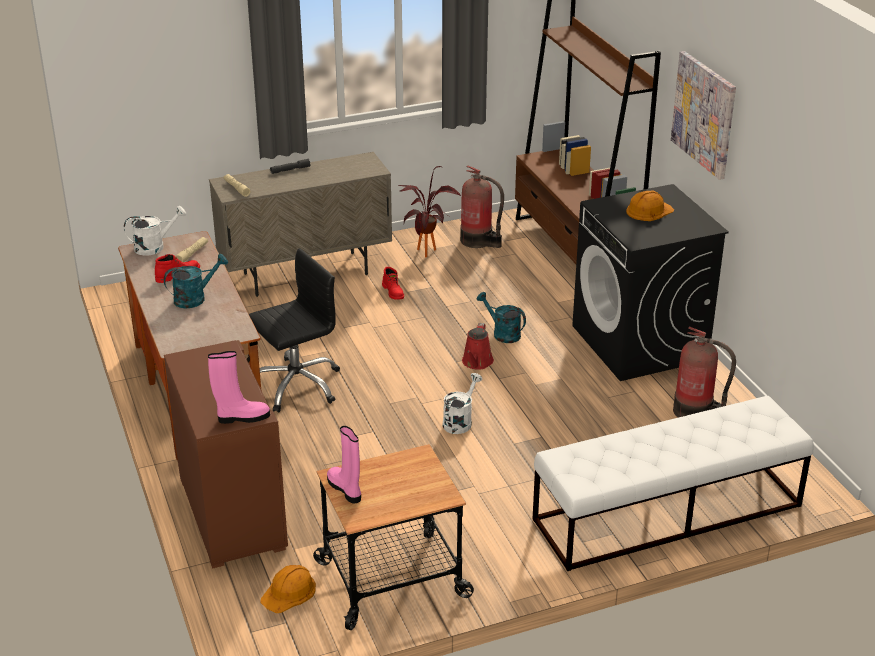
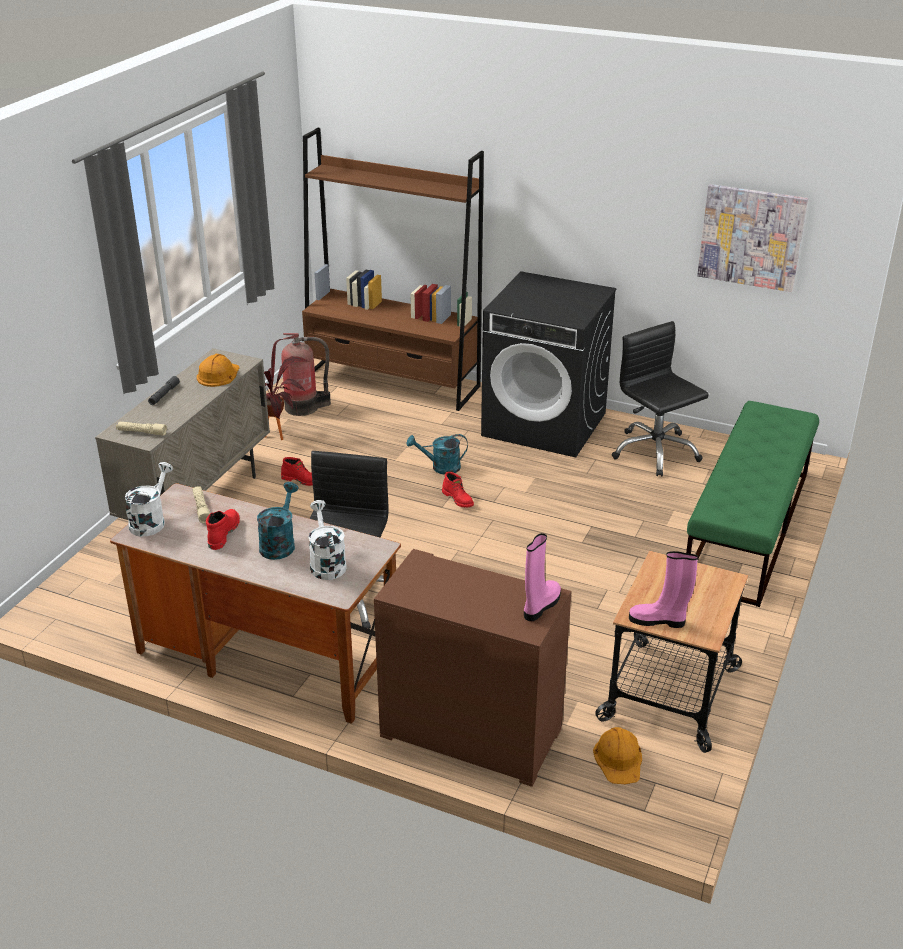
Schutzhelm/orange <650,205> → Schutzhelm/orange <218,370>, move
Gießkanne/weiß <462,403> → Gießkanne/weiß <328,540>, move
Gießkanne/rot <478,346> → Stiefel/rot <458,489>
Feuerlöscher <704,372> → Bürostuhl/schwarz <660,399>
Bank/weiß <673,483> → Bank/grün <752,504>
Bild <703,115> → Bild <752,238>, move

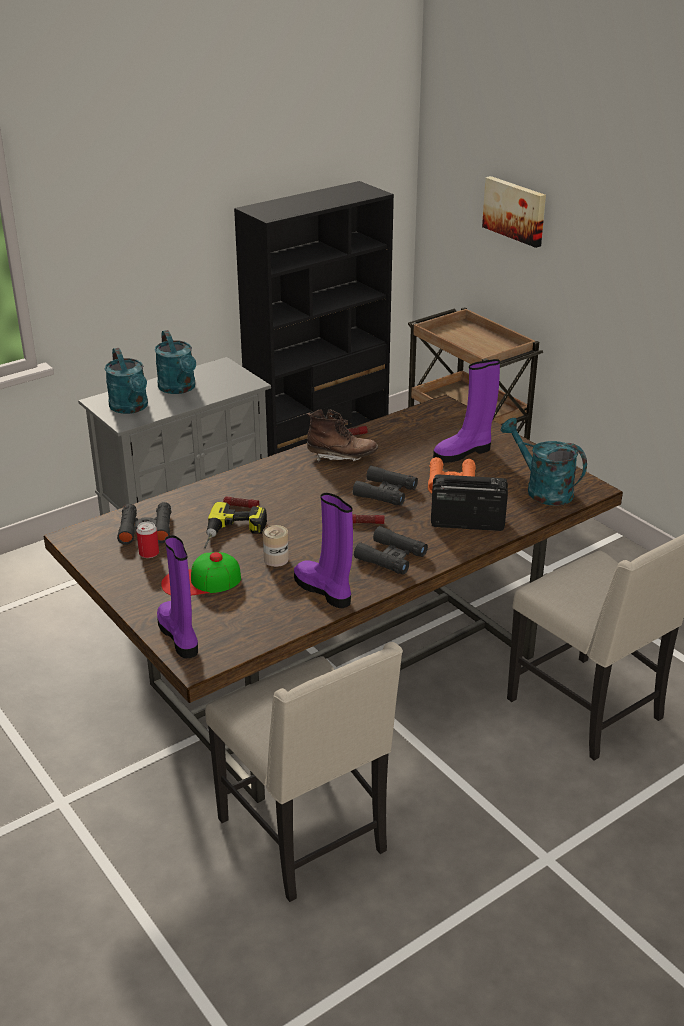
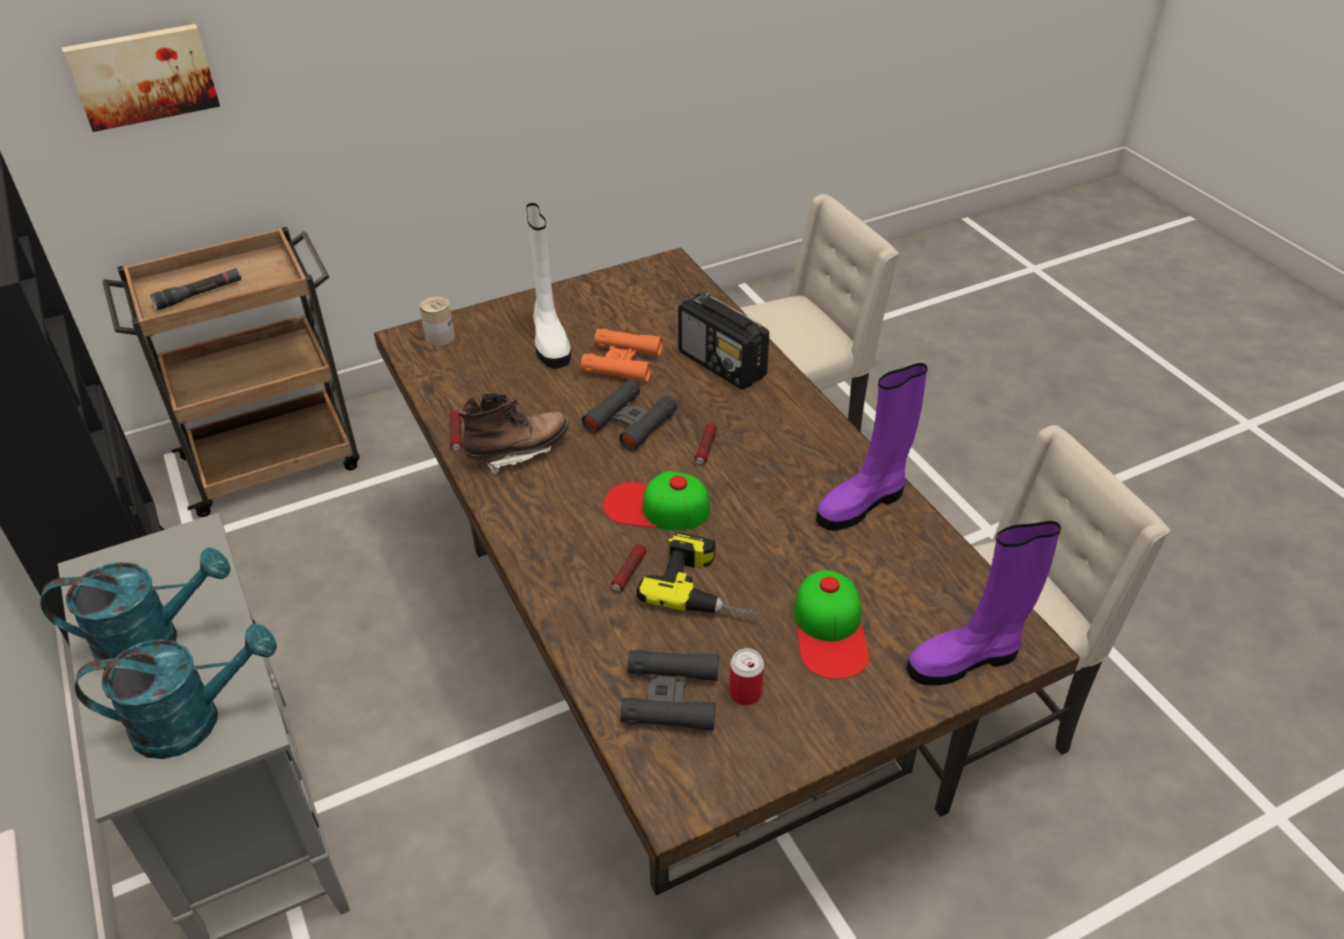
- → Taschenlampe/schwarz <196,289>
Dose <276,546> → Dose <437,321>, move
Stiefel/braun <342,435> → Stiefel/braun <513,433>, 45 degrees clockwise
Stiefel/lila <466,411> → Stiefel/weiß <548,286>
- → Kappe <656,501>
Radio <469,502> → Radio <723,341>, 60 degrees counterclockwise
Fernglas/schwarz <391,550> → -
Gießkanne/türkis <544,462> → -

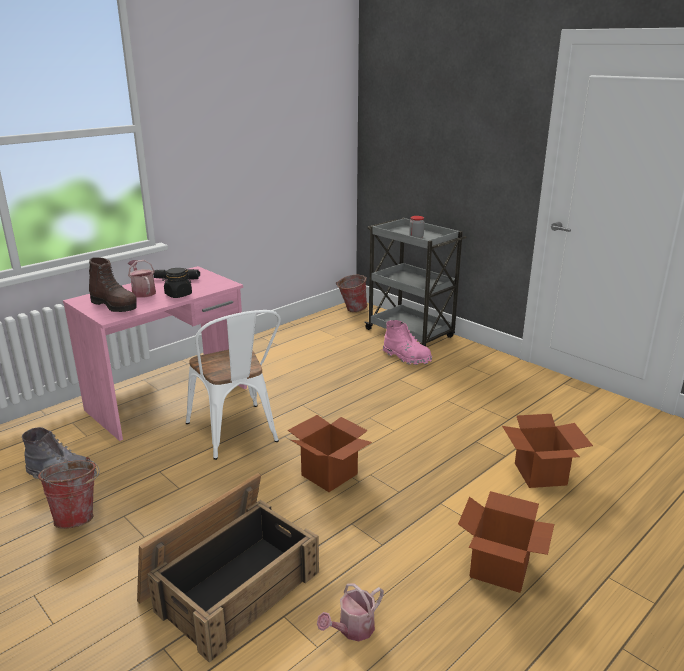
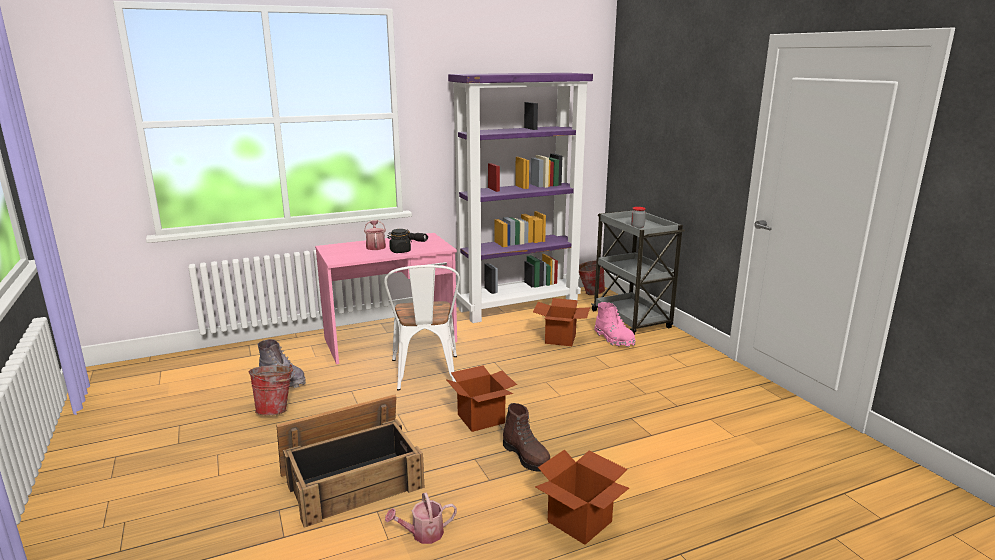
- → Bücherregal/lila <520,198>
Stiefel/braun <113,284> → Stiefel/braun <526,437>, move
Karton <547,451> → Karton <561,322>, move

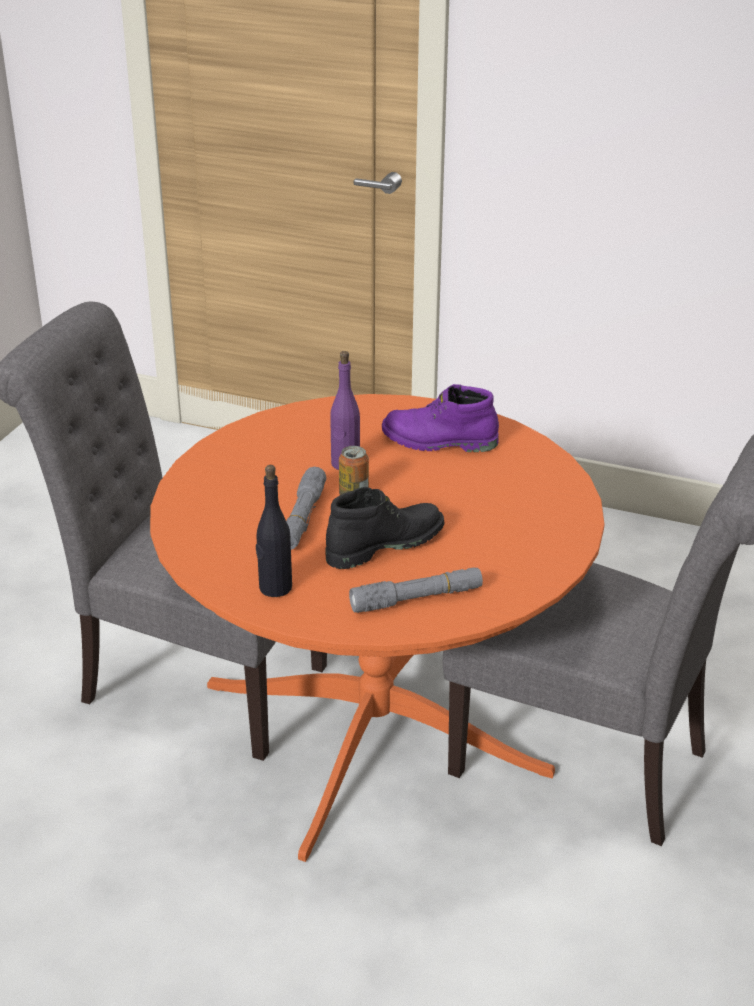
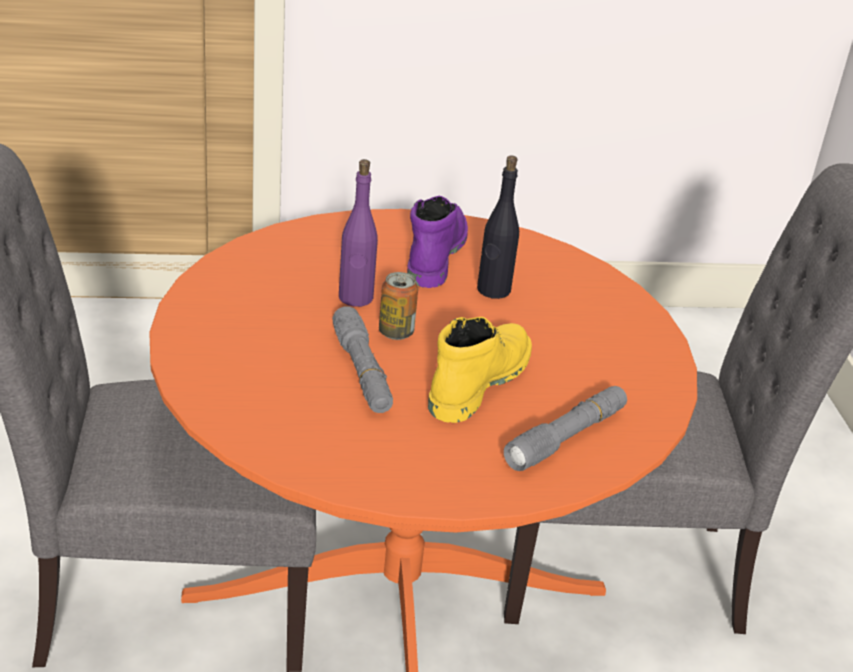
Stiefel/lila <440,418> → Stiefel/lila <437,242>, 120 degrees clockwise
Stiefel/schwarz <384,528> → Stiefel/gelb <480,370>
Flasche/schwarz <274,531> → Flasche/schwarz <498,227>, move

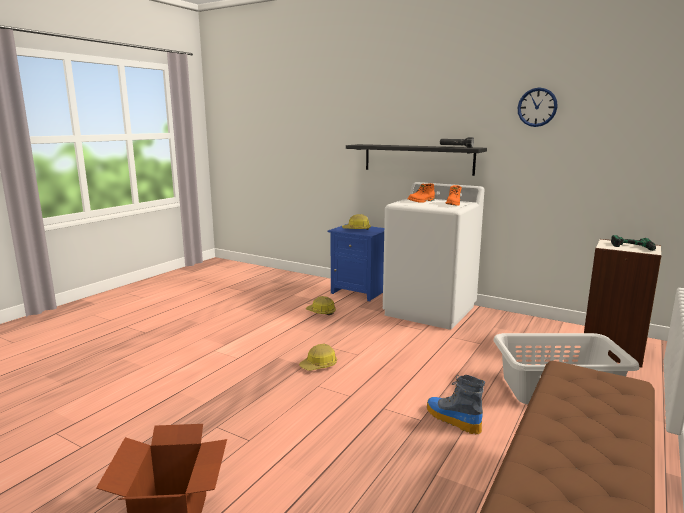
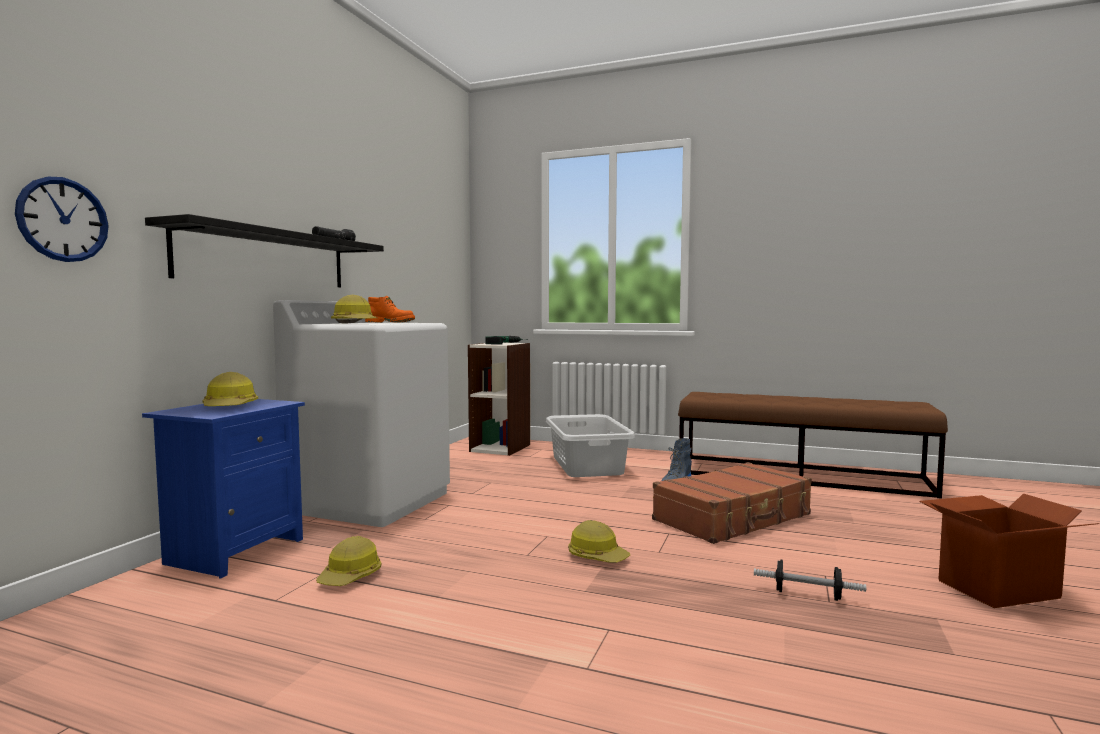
Wanduhr <538,107> → Wanduhr <62,219>, move
Stiefel/orange <421,193> → Schutzhelm <354,309>
- → Koffer/braun <732,503>
- → Hantel <810,580>

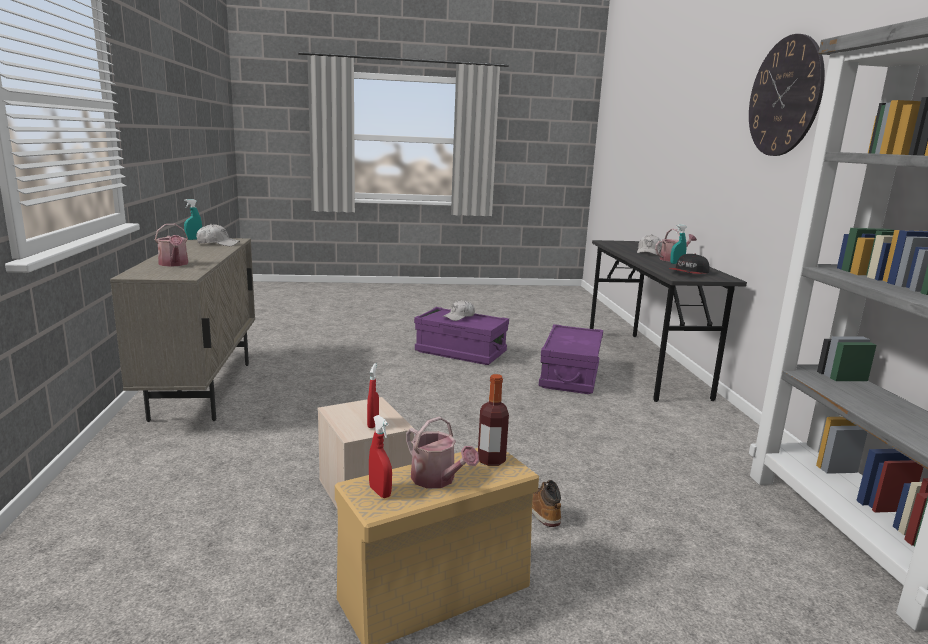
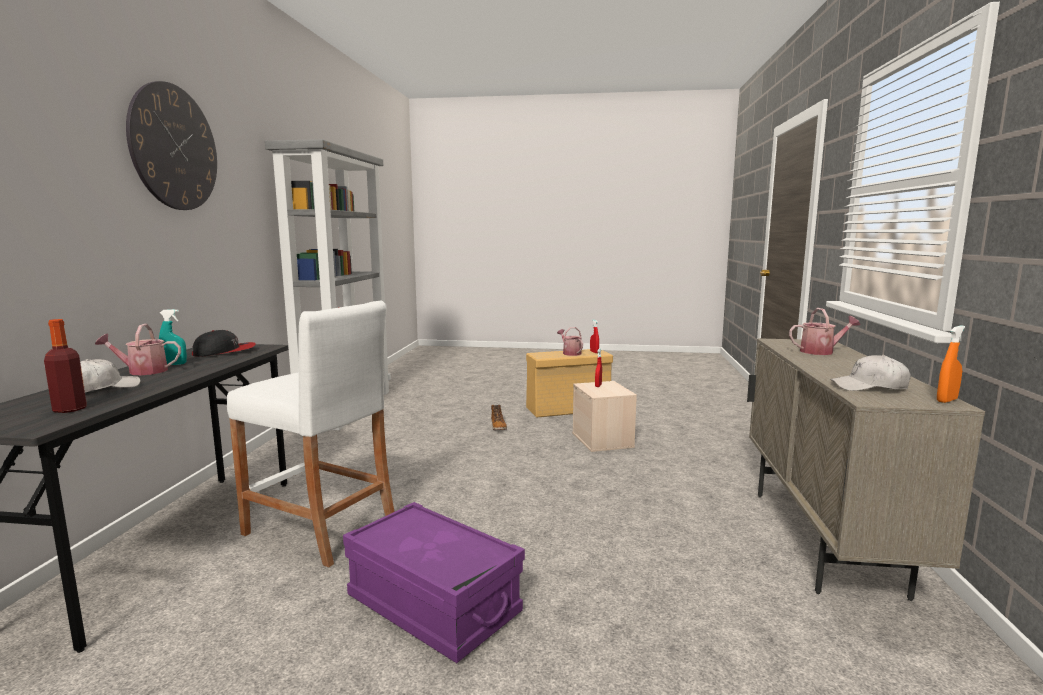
Flasche <493,420> → Flasche <65,366>, move
Aufbewahrungsbox/lila <571,359> → Hocker/weiß <311,434>
Gießkanne <171,245> → Gießkanne <825,331>, 105 degrees clockwise
Sprühflasche/türkis <193,219> → Sprühflasche/orange <951,364>
Kappe/weiß <459,310> → -

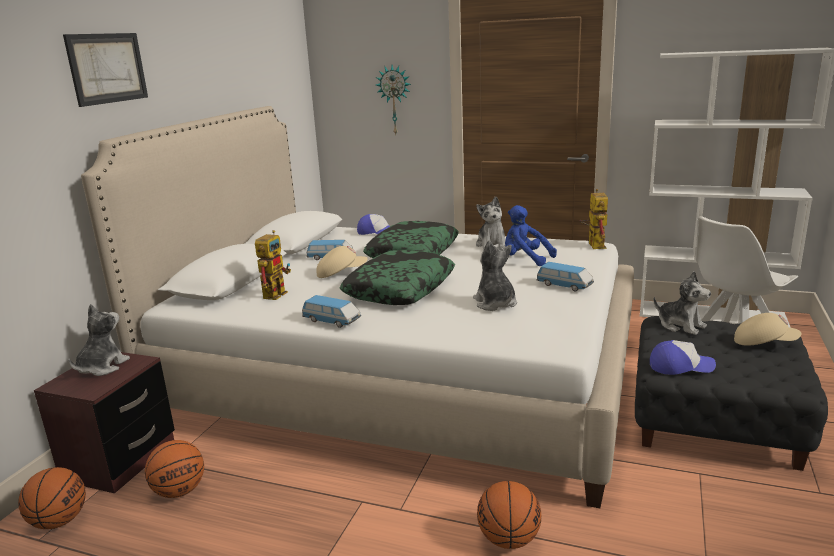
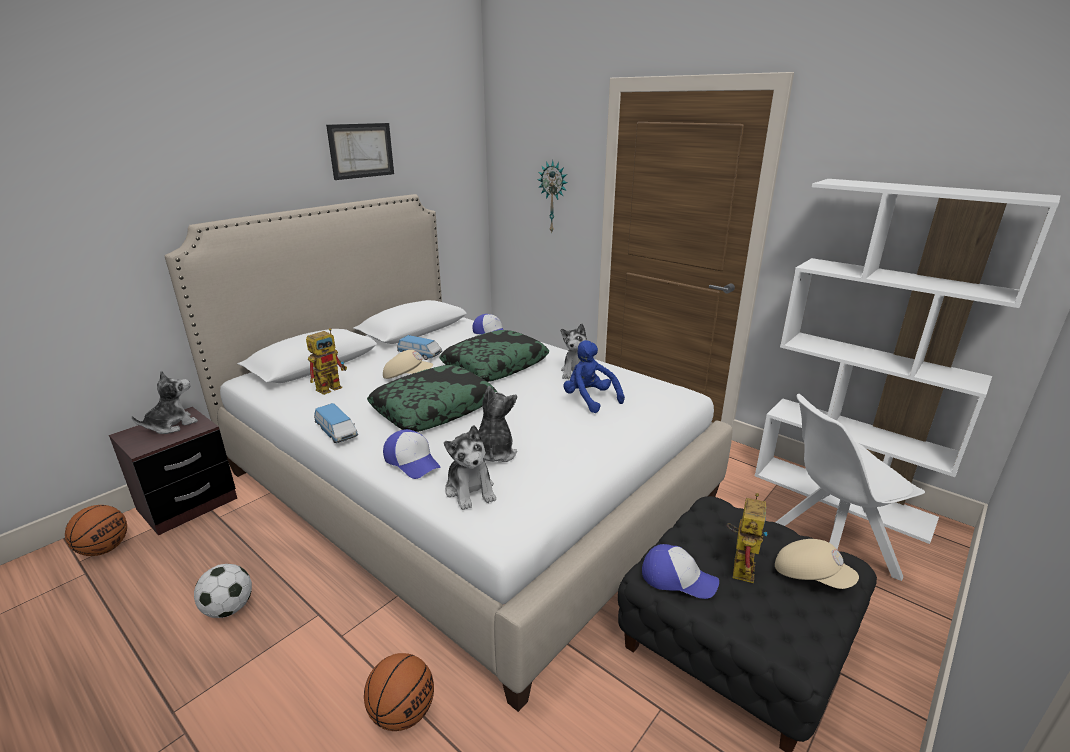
- → Fußball <223,591>
Bild <105,70> → Bild <360,151>, move
- → Kappe <412,454>
Plüschtier <682,303> → Plüschtier <470,467>, move
Spielzeugroboter <594,219> → Spielzeugroboter <747,538>, move
Basketball <174,469> → -
Spielzeugauto <565,276> → -

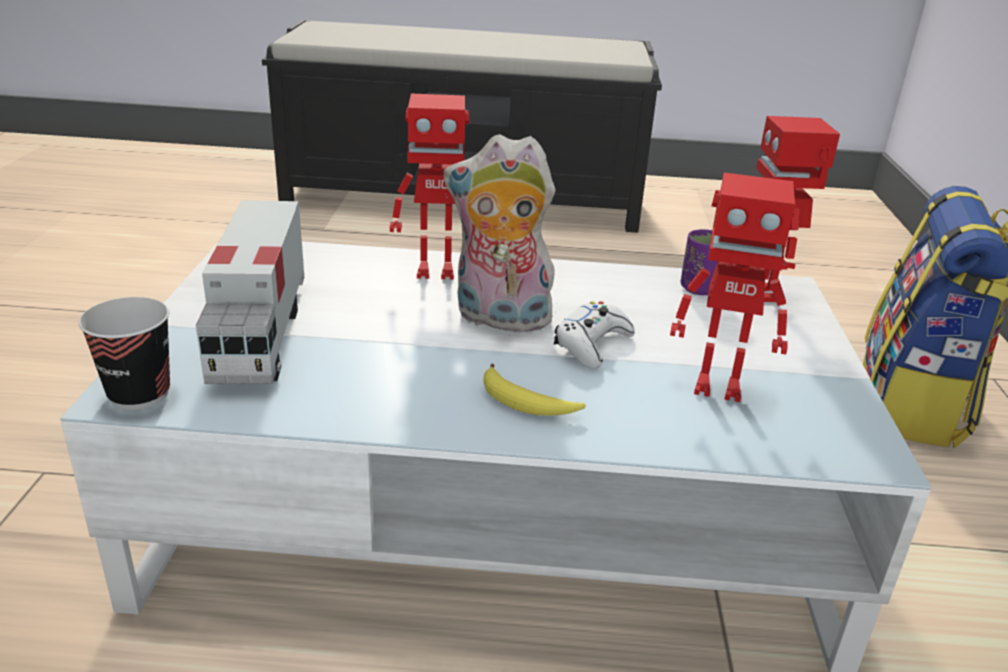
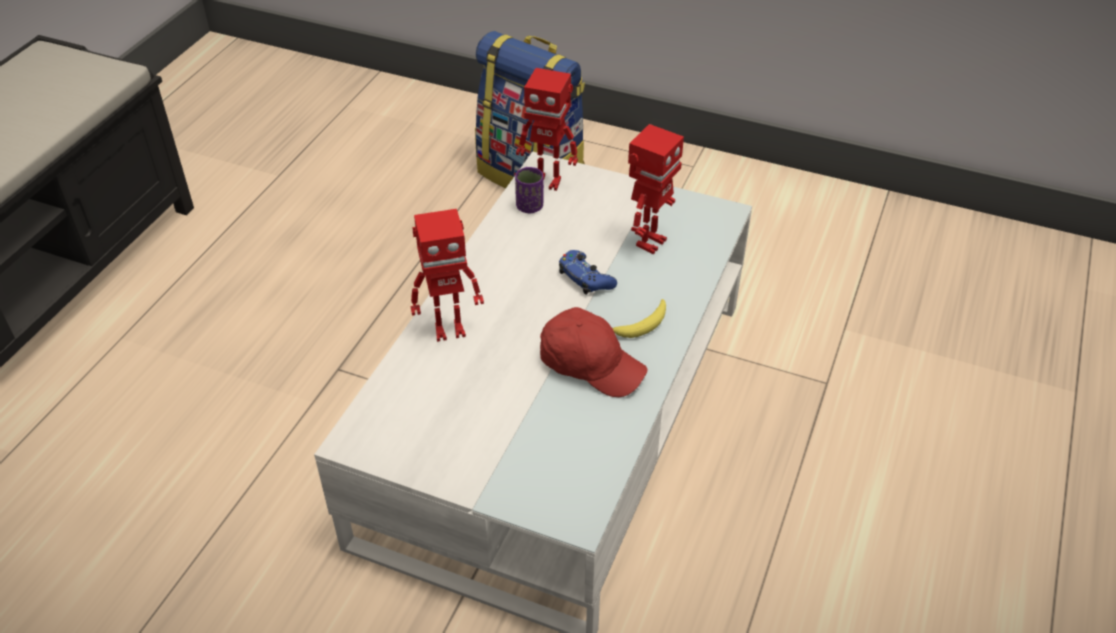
Spielzeugroboter <429,186> → Spielzeugroboter <447,275>, 60 degrees clockwise
- → Kappe/rot <593,352>
Gamepad/weiß <594,335> → Gamepad/blau <588,272>
Tasse <124,353> → -
Spielzeuglaster <250,292> → -
Plüschtier <499,235> → -

